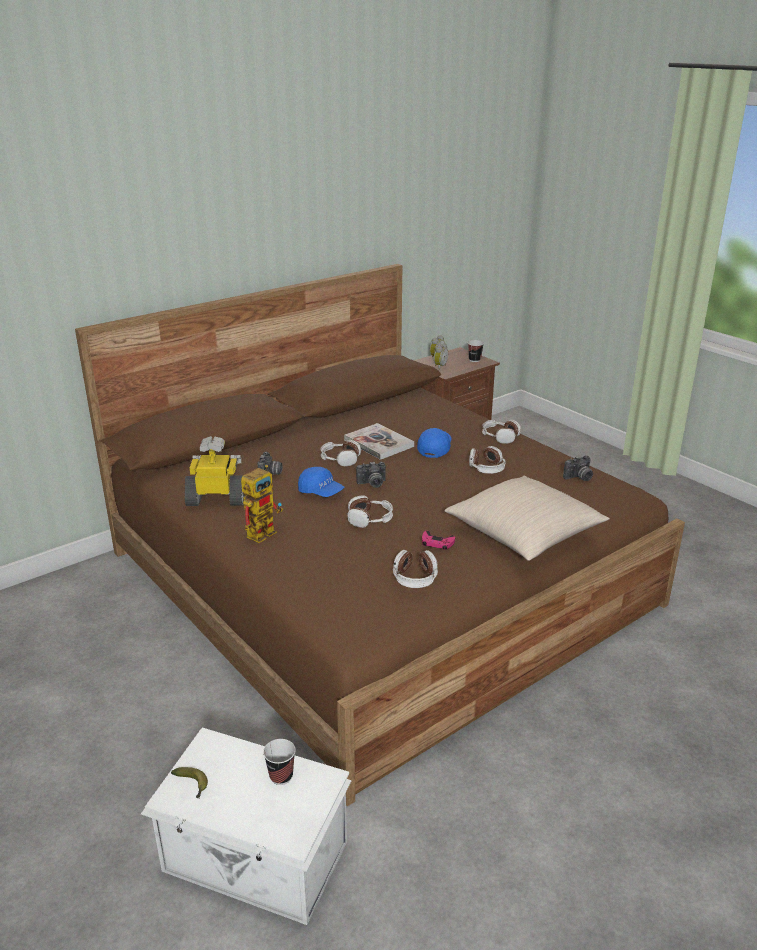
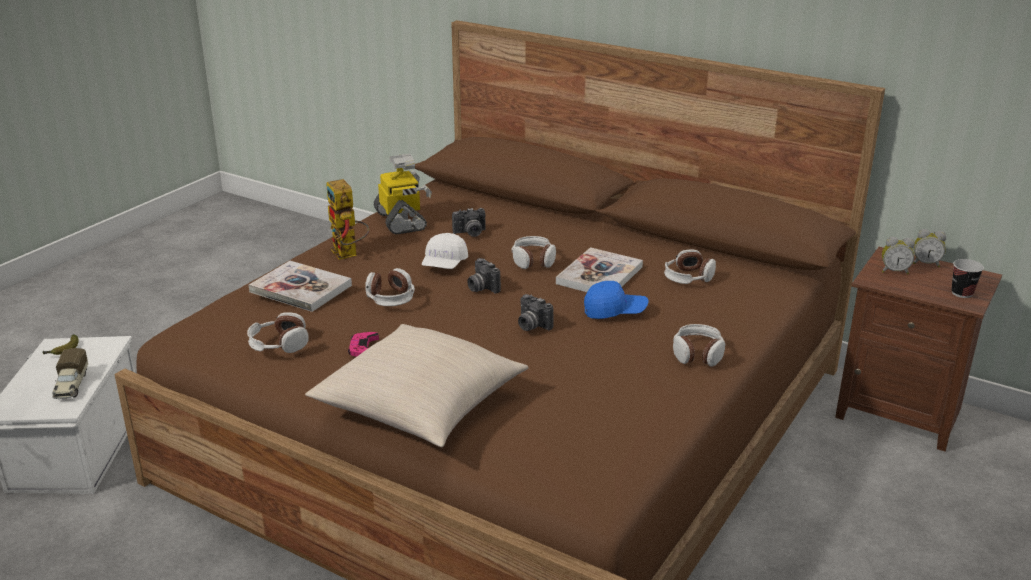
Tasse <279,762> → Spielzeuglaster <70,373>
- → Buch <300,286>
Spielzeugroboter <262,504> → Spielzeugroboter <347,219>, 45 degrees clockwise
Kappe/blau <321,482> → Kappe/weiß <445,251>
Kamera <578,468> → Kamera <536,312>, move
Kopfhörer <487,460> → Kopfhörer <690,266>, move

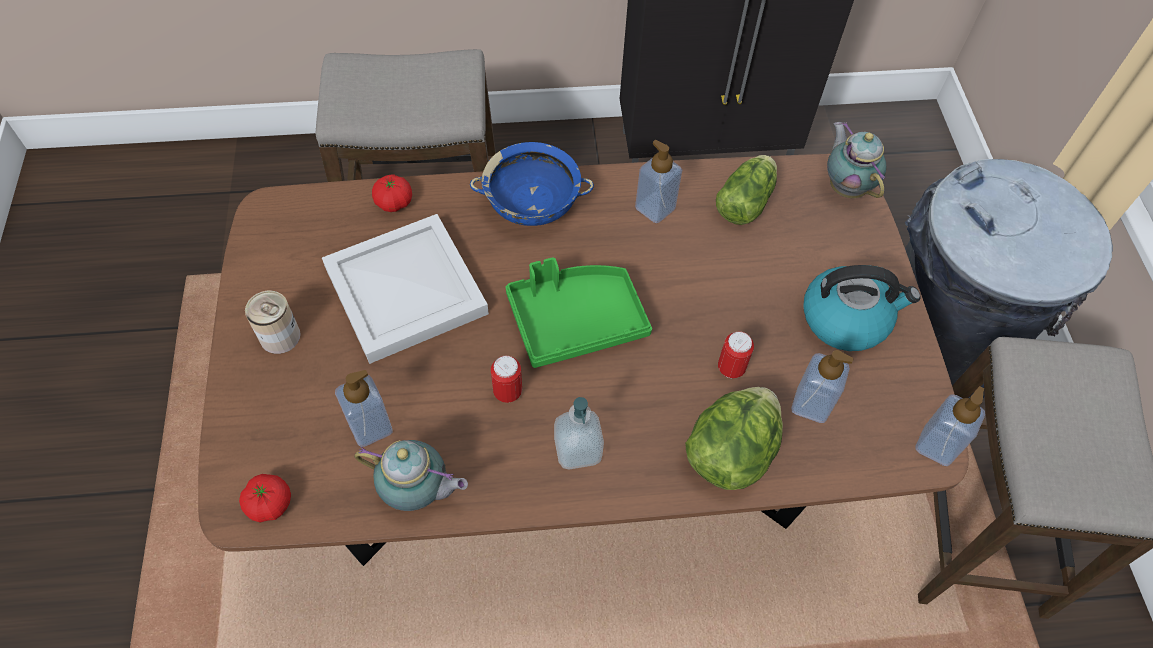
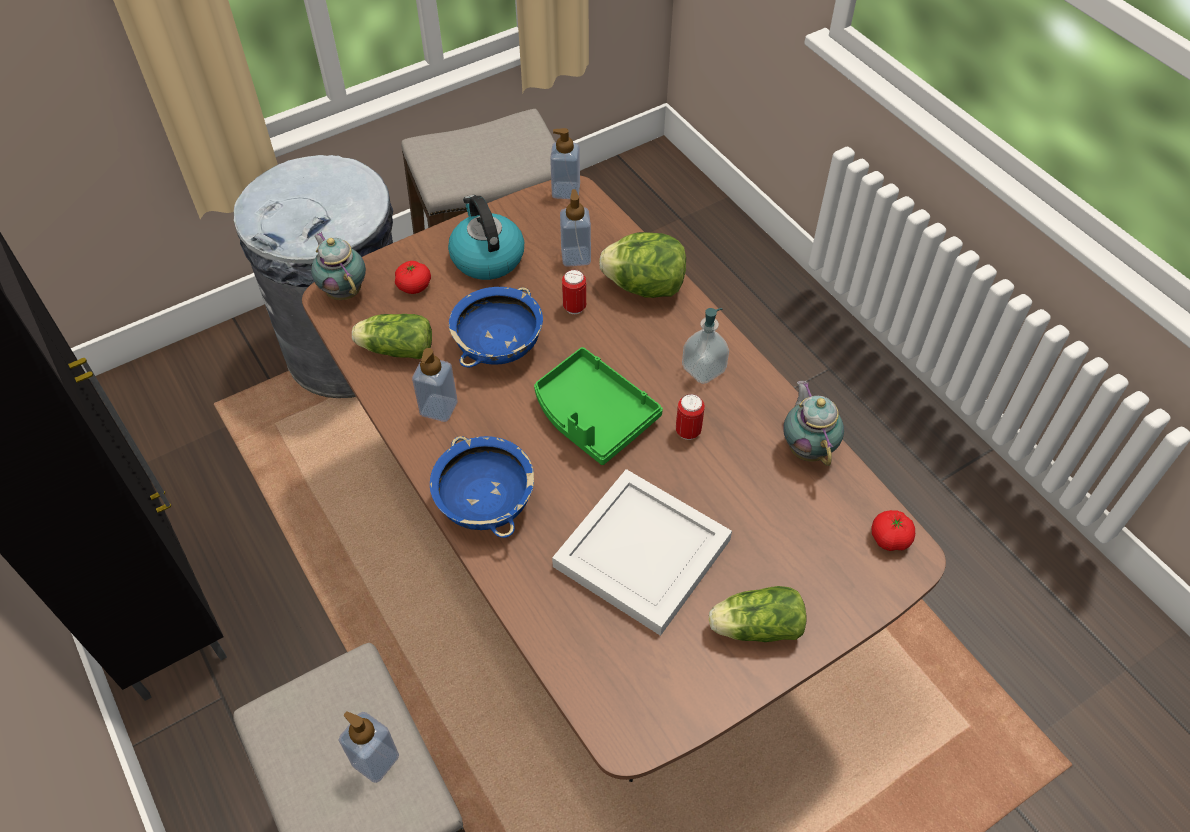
Teekanne <857,160> → Teekanne <338,266>, 105 degrees clockwise
Seifenspender <363,408> → Seifenspender <368,747>, move
Tomate <392,193> → Tomate <413,277>, move
- → Schüssel/blau <496,327>
Dose <273,322> → Salatkopf <758,614>

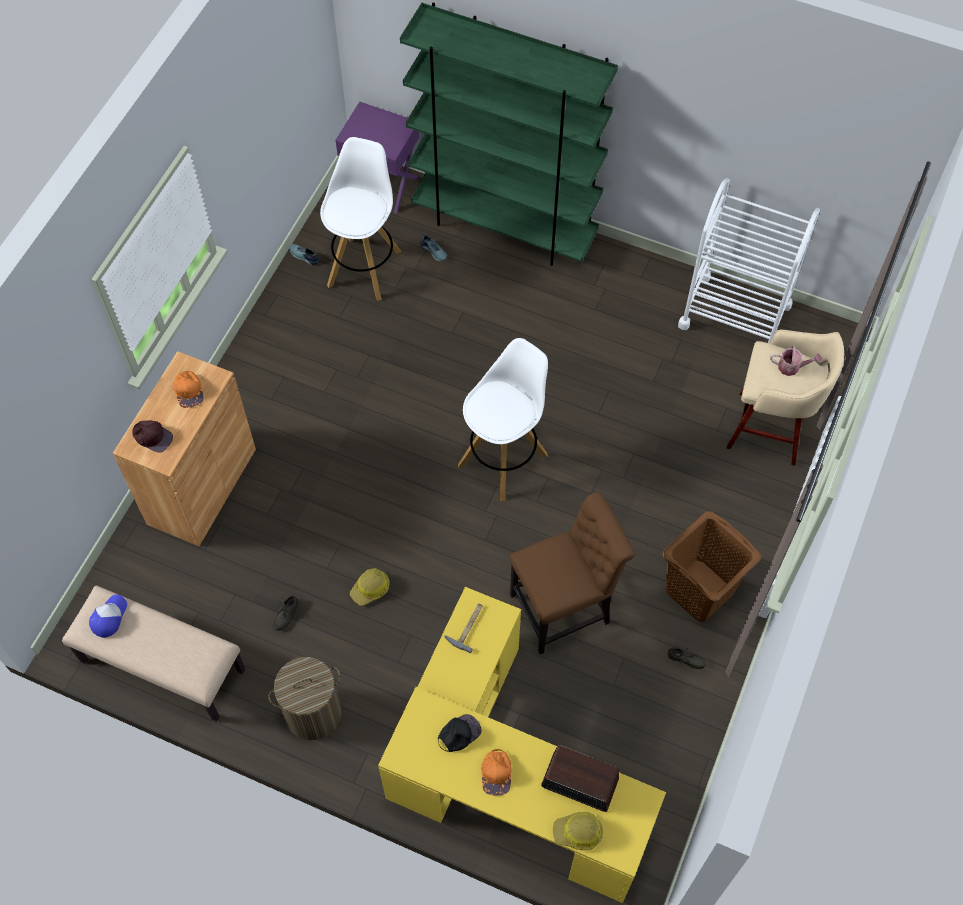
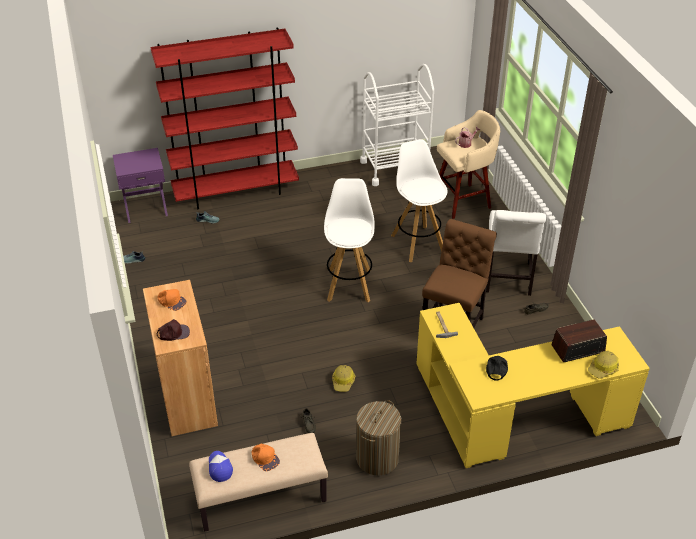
Bücherregal/grün <509,134> → Bücherregal/rot <225,118>
Kappe/orange <496,772> → Kappe/orange <266,457>, move
Hocker/weiß <360,219> → Hocker/weiß <419,201>, move
Wäschekorb/braun <712,566> → Stuhl/weiß <516,253>

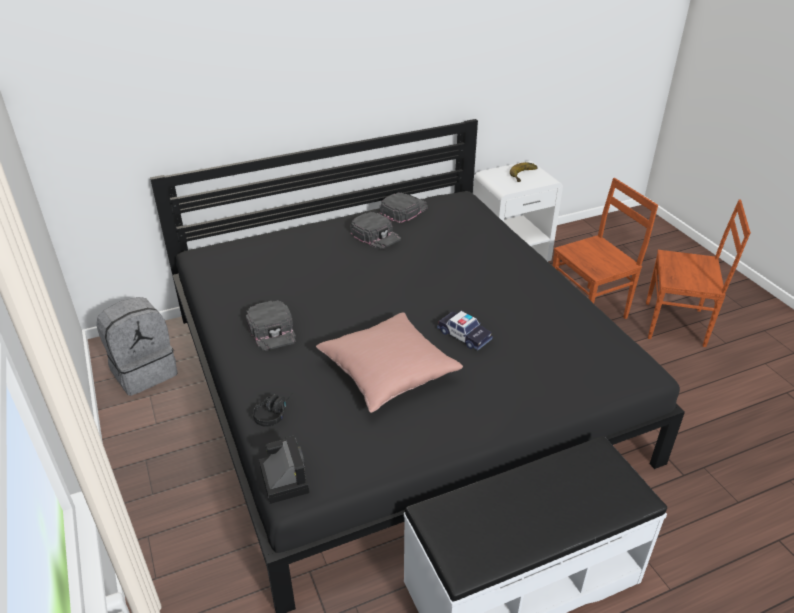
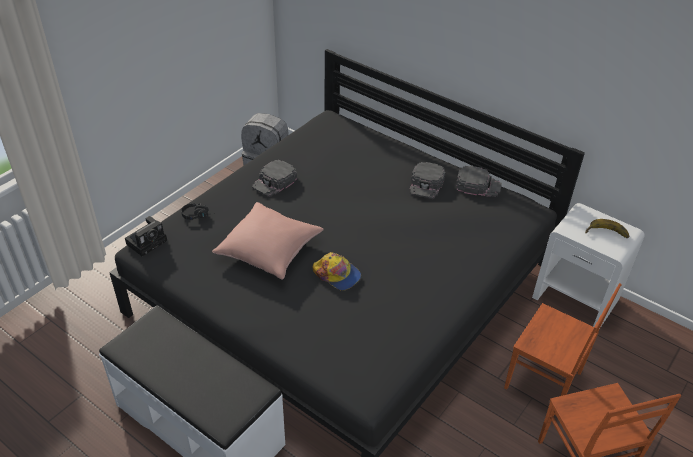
Spielzeugauto <465,330> → Kappe <337,271>

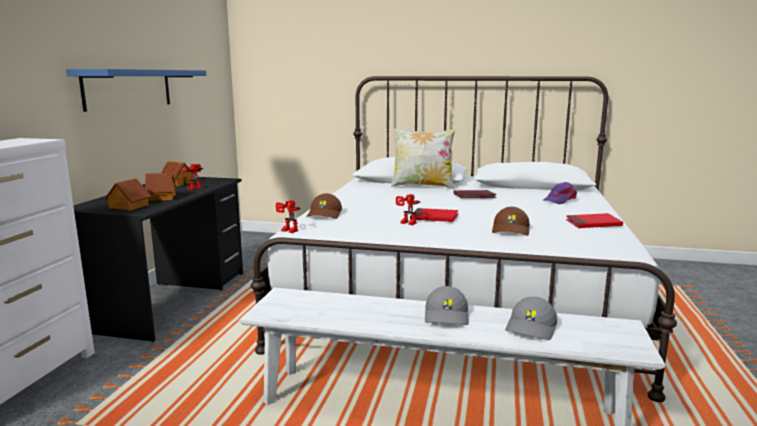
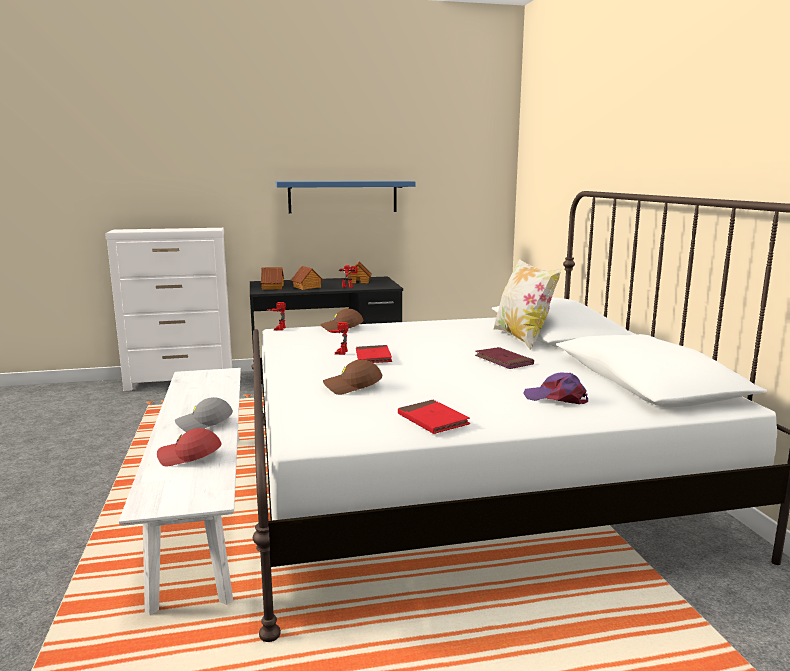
Kappe/grau <531,318> → Kappe/rot <189,447>

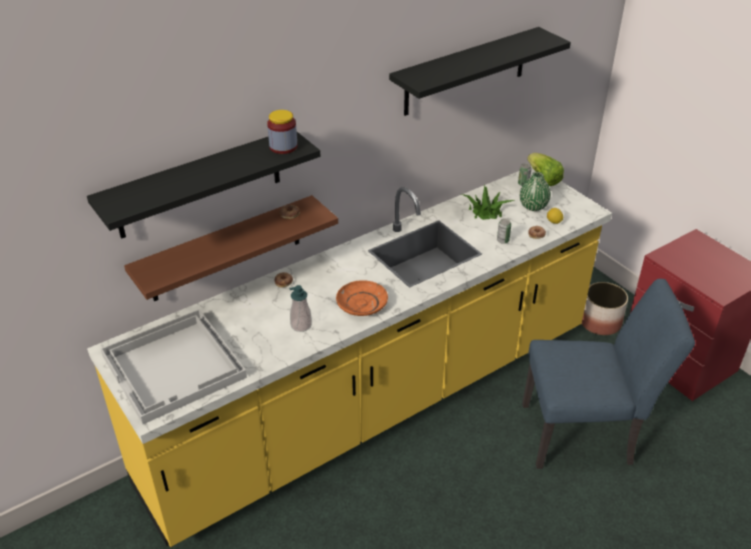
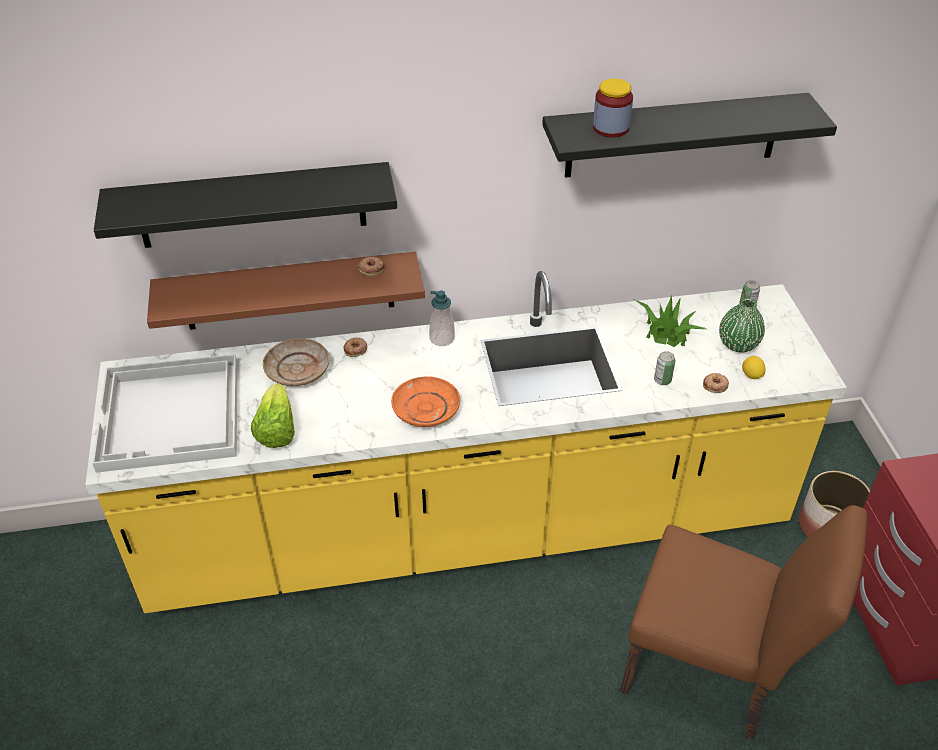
Salatkopf <545,169> → Salatkopf <273,415>, move
- → Teller/beige <296,362>
Seifenspender <300,308> → Seifenspender <442,318>, move
Vorratsglas <282,132> → Vorratsglas <613,108>, move
Stuhl/blau <608,374> → Stuhl/braun <743,622>

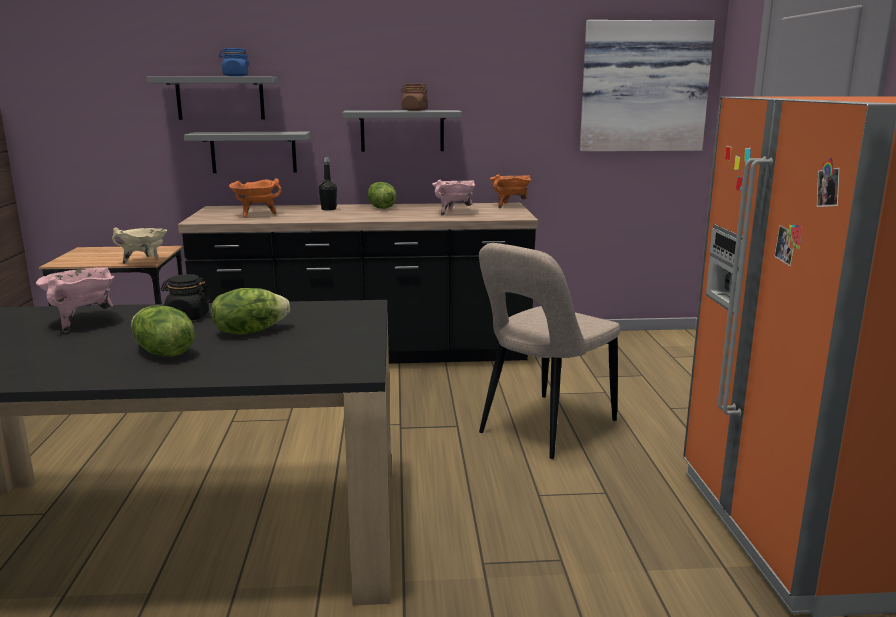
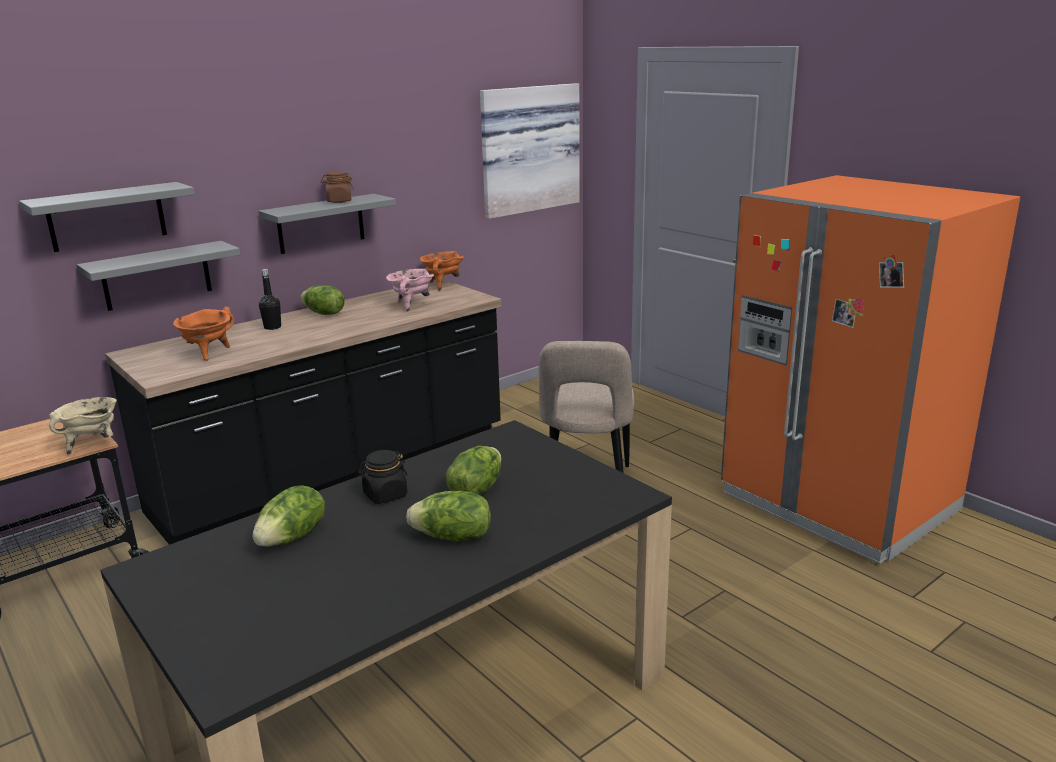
Kochtopf/rosa <75,300> → Salatkopf <289,516>
Vorratsglas/blau <234,62> → -

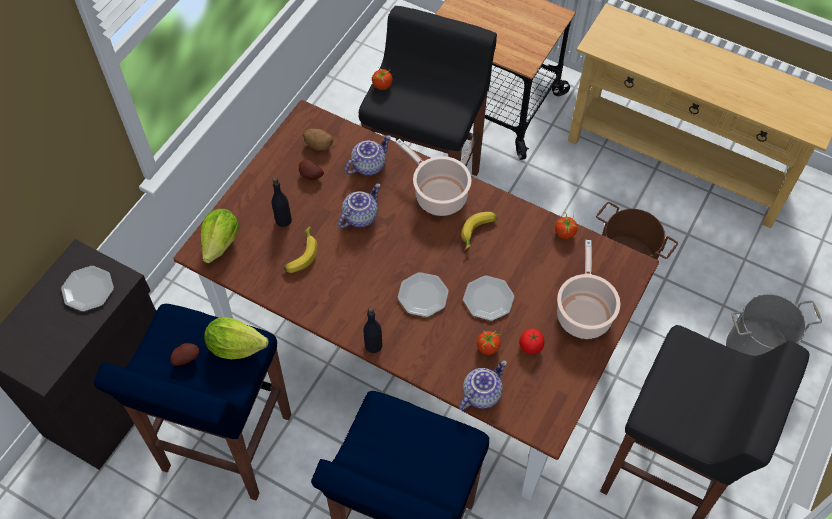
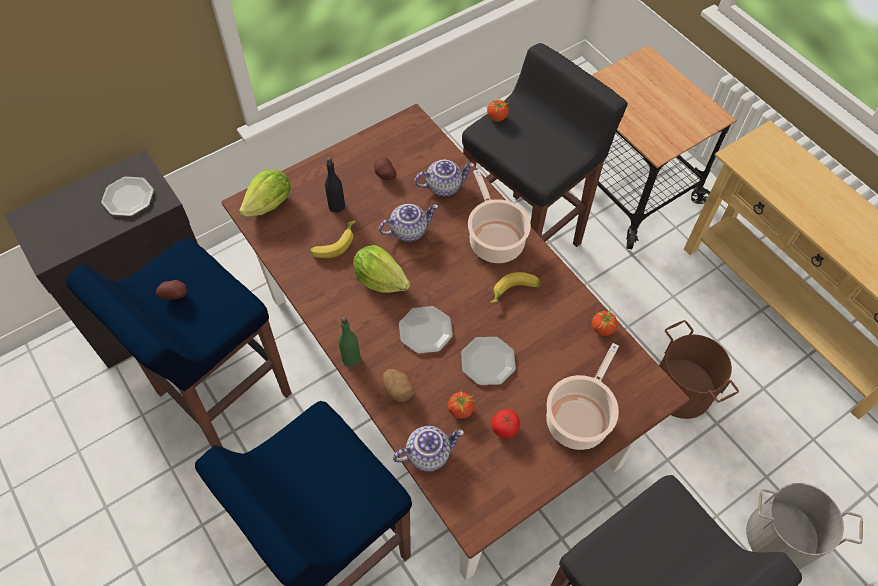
Flasche/schwarz <372,330> → Flasche/grün <349,342>
Salatkopf <236,338> → Salatkopf <381,269>, move
Kartoffel <318,140> → Kartoffel <398,385>, move

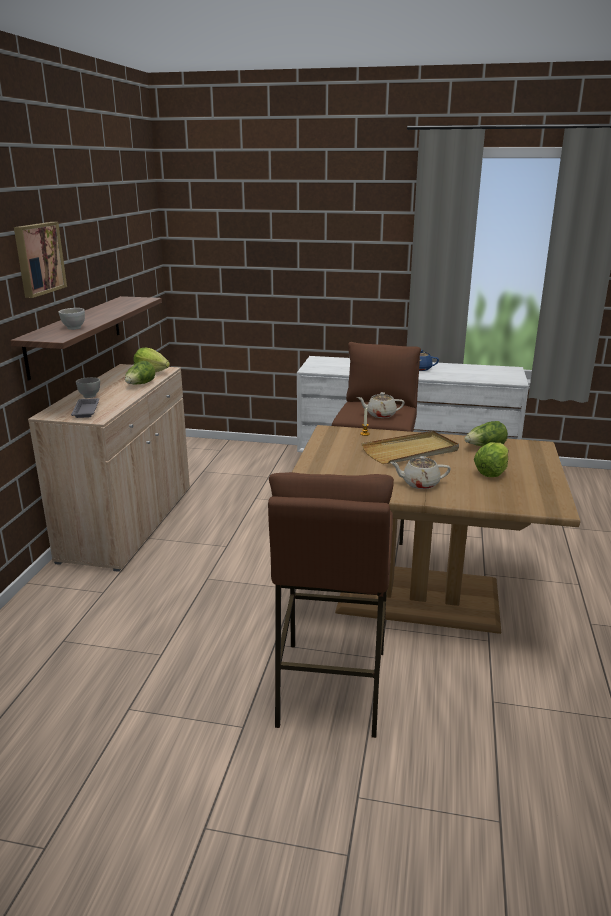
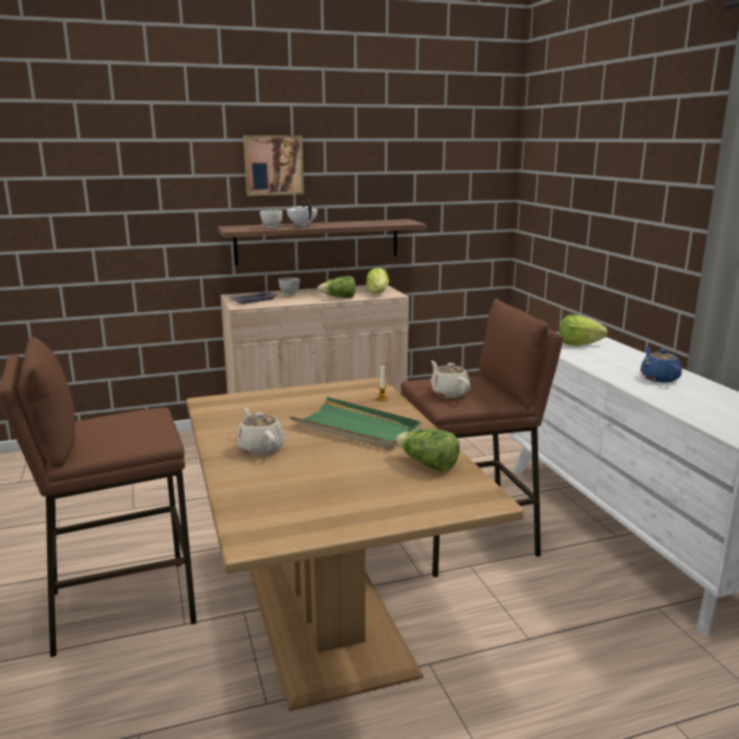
- → Teekanne/weiß <301,213>
Tablett/beige <410,447> → Tablett/grün <355,423>
Salatkopf <491,460> → Salatkopf <583,330>, move

